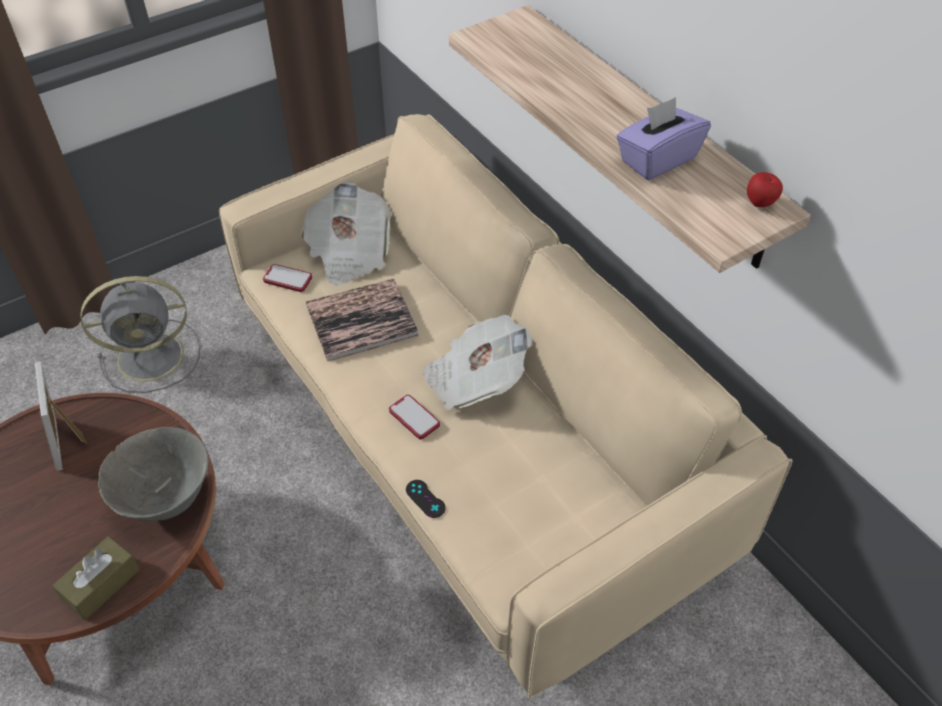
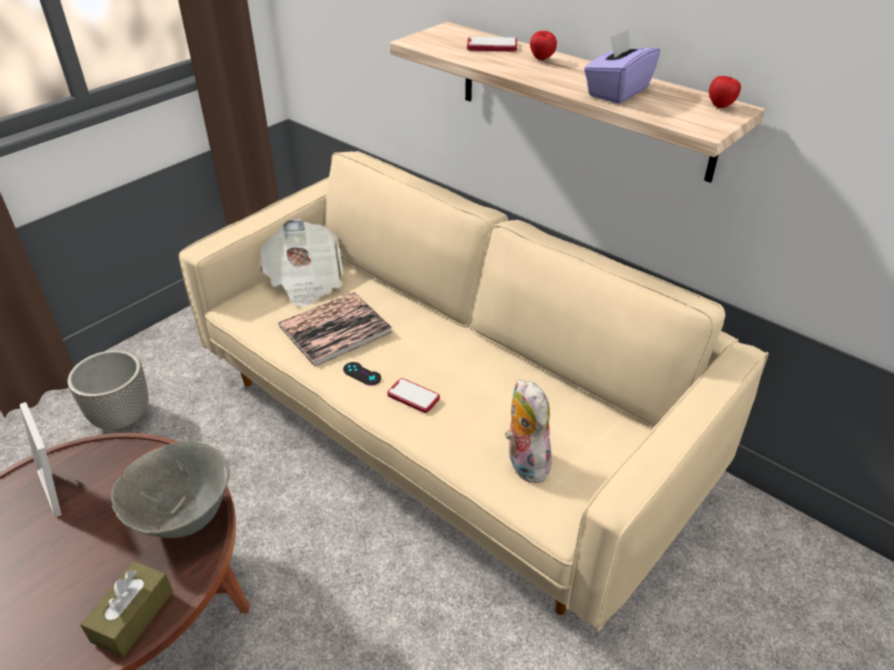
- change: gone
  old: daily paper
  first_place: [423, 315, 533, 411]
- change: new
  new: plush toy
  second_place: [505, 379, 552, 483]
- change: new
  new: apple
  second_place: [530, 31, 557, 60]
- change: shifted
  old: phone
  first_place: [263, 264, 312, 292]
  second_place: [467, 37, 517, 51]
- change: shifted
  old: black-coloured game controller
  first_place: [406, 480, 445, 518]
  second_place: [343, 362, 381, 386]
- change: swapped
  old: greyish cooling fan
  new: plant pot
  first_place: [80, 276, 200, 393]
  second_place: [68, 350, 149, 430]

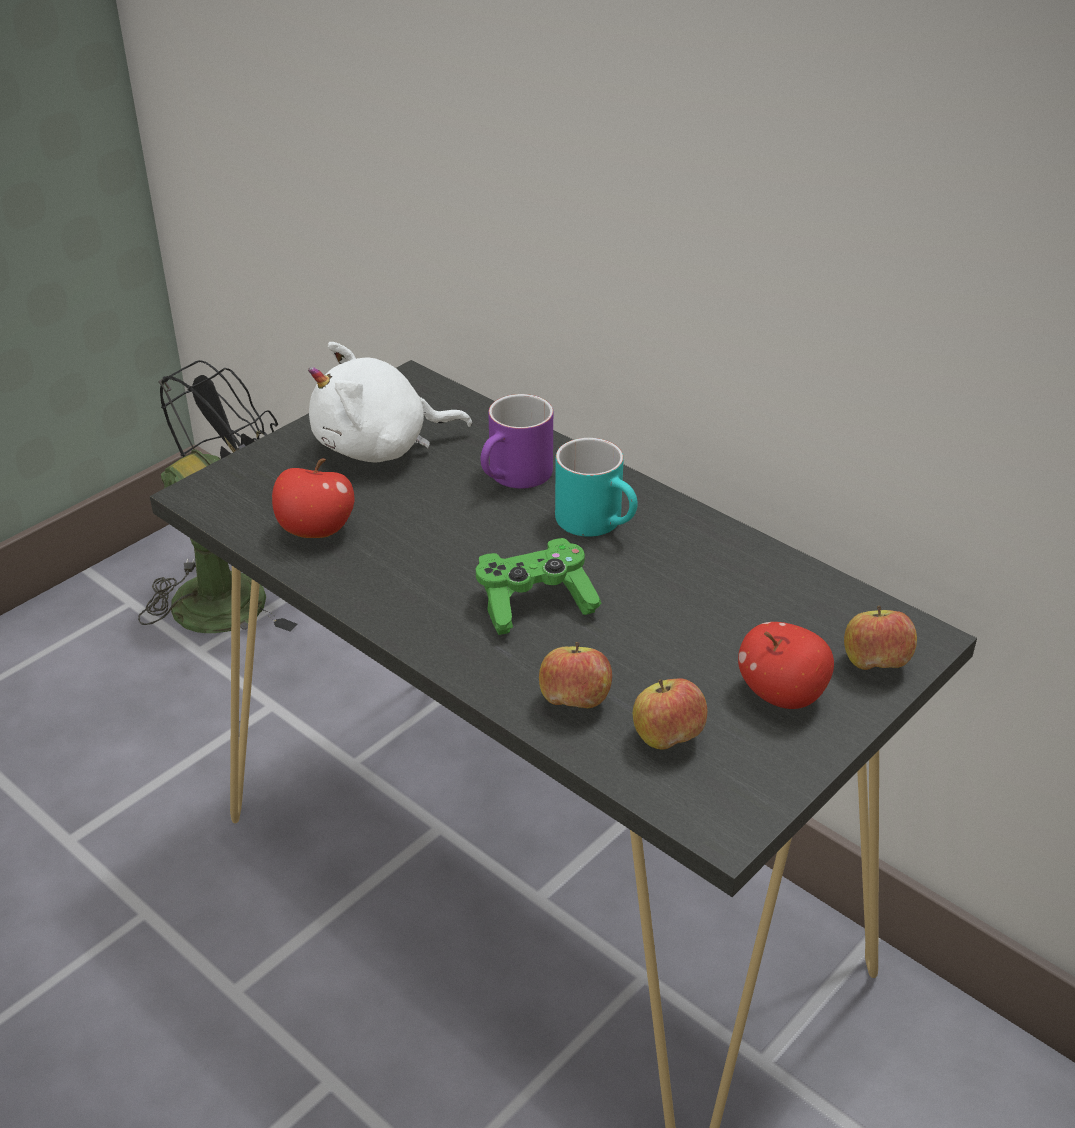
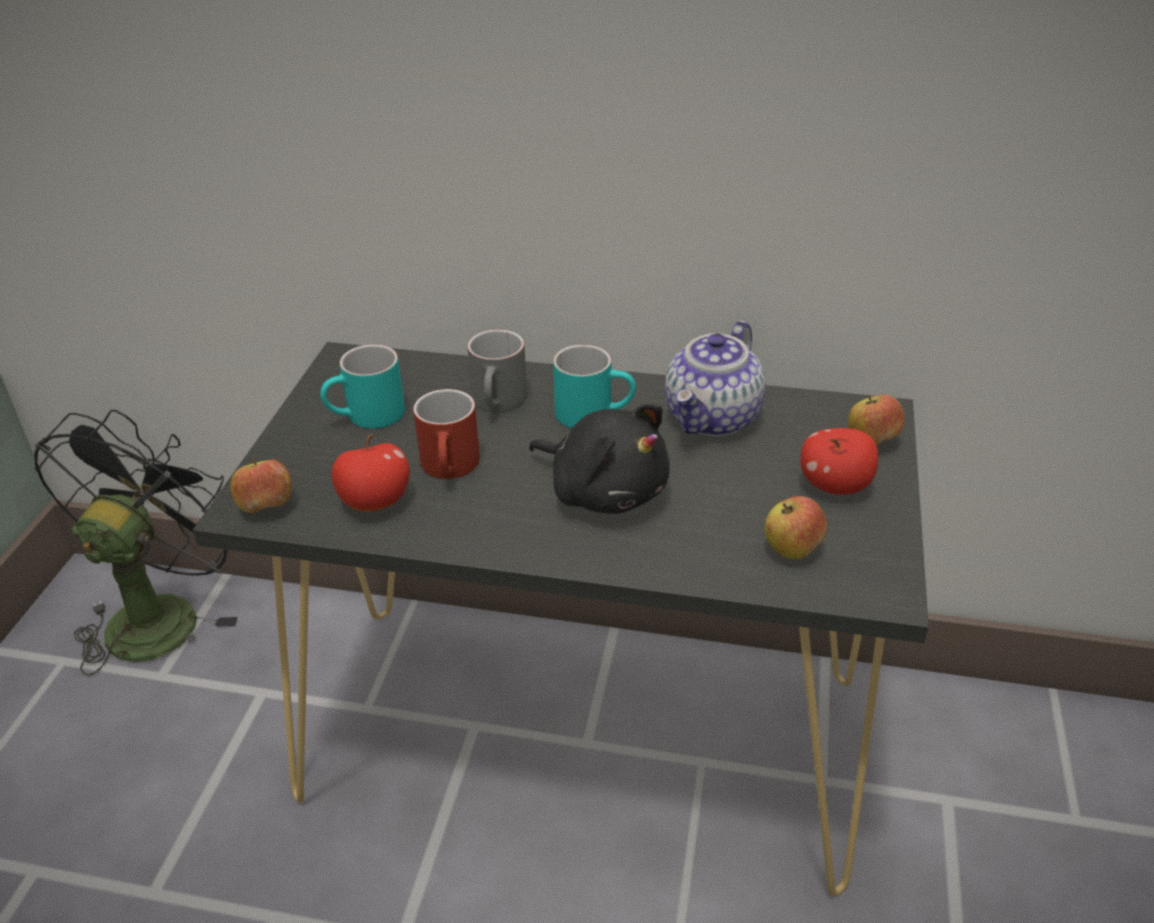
- change: new
  new: red coffee mug
  second_place: [413, 389, 480, 479]
- change: new
  new: teapot
  second_place: [665, 321, 765, 436]
- change: shifted
  old: apple
  first_place: [539, 642, 612, 708]
  second_place: [230, 458, 292, 513]
- change: swapped
  old: white plush toy
  new: turquoise coffee mug
  first_place: [308, 342, 472, 462]
  second_place: [320, 344, 405, 429]
- change: swapped
  old: green game controller
  new: black-coloured plush toy
  first_place: [476, 538, 601, 635]
  second_place: [529, 404, 670, 514]
- change: repainted
  old: purple coffee mug
  new: greyish coffee mug
  first_place: [480, 394, 553, 489]
  second_place: [467, 329, 527, 412]

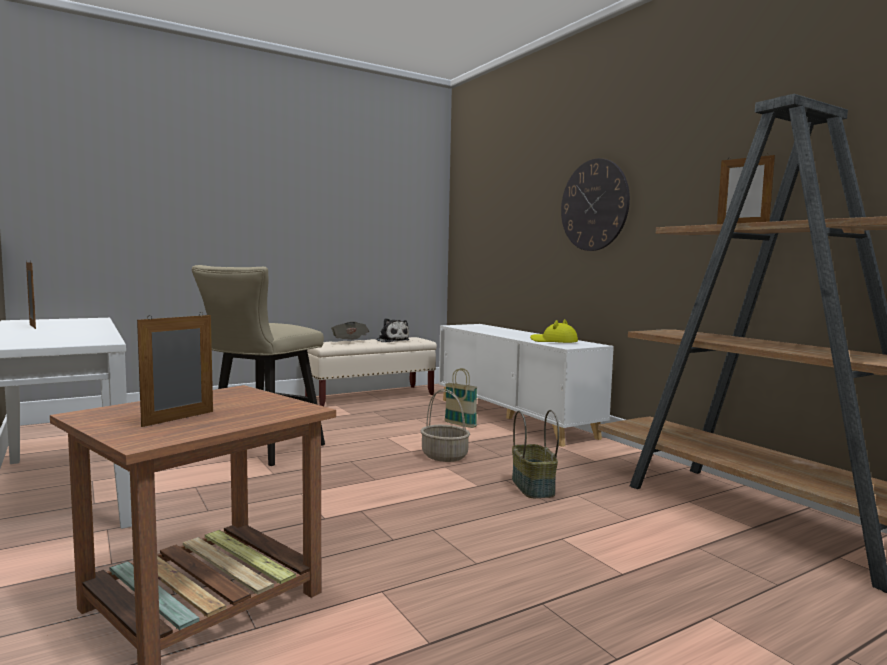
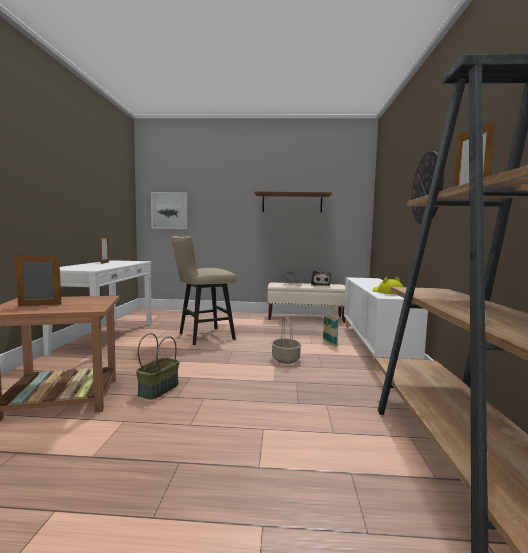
- change: new
  new: picture
  second_place: [151, 192, 187, 229]
- change: new
  new: brown shelf
  second_place: [255, 191, 332, 213]
- change: shifted
  old: basket
  first_place: [512, 410, 559, 498]
  second_place: [136, 333, 179, 400]

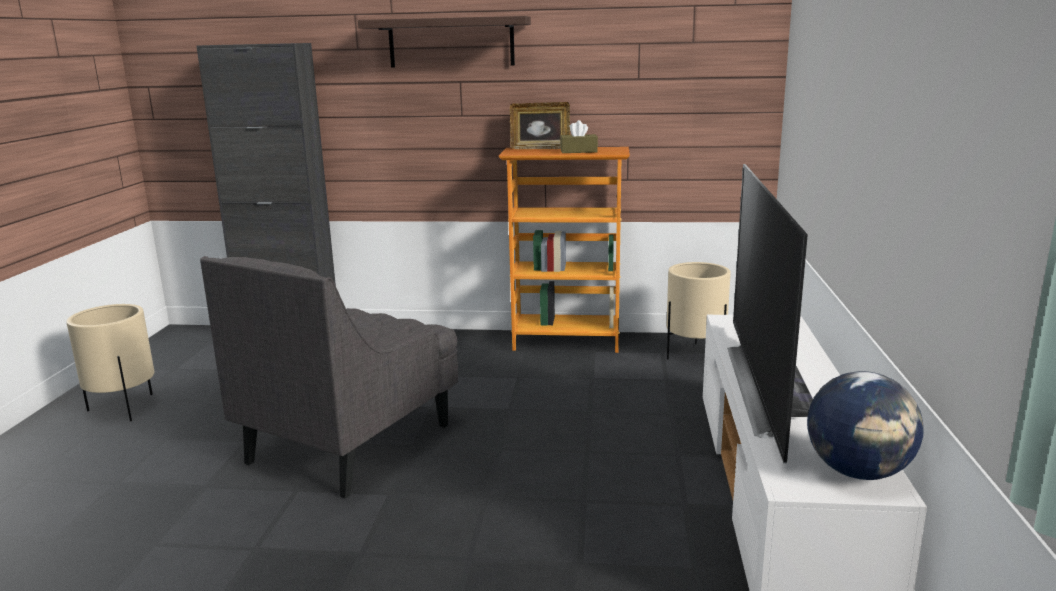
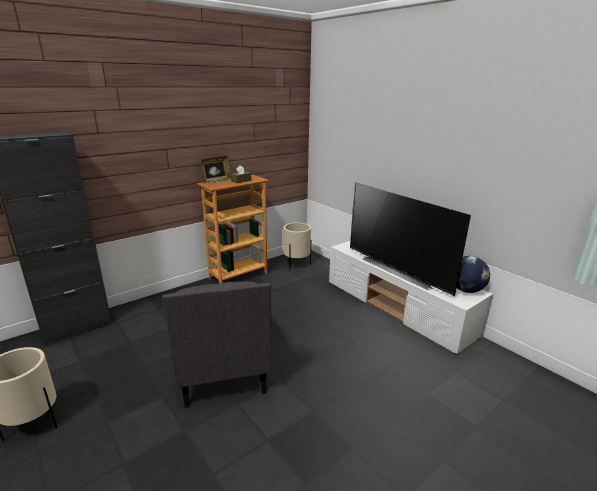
- change: gone
  old: shelf
  first_place: [358, 16, 531, 68]

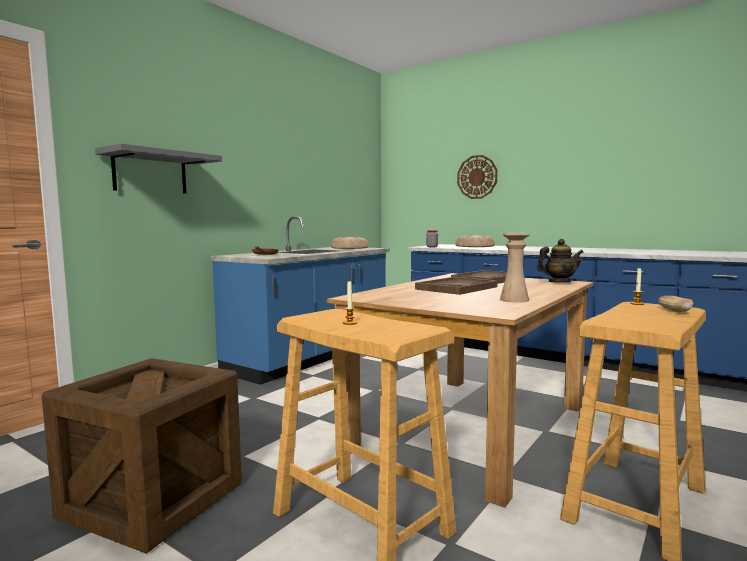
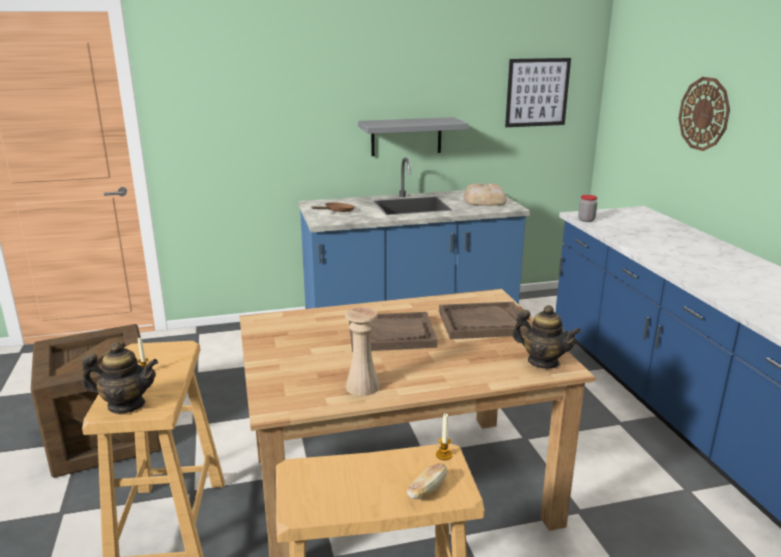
- change: gone
  old: bakery bread
  first_place: [455, 235, 495, 247]
- change: new
  new: teapot
  second_place: [82, 342, 158, 414]
- change: new
  new: picture
  second_place: [505, 58, 571, 127]
- change: shifted
  old: greyish shelf
  first_place: [95, 143, 222, 194]
  second_place: [358, 117, 469, 156]

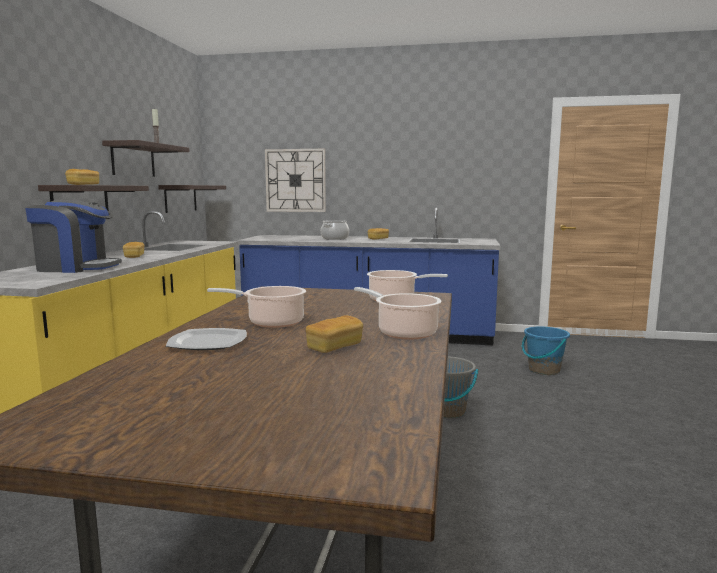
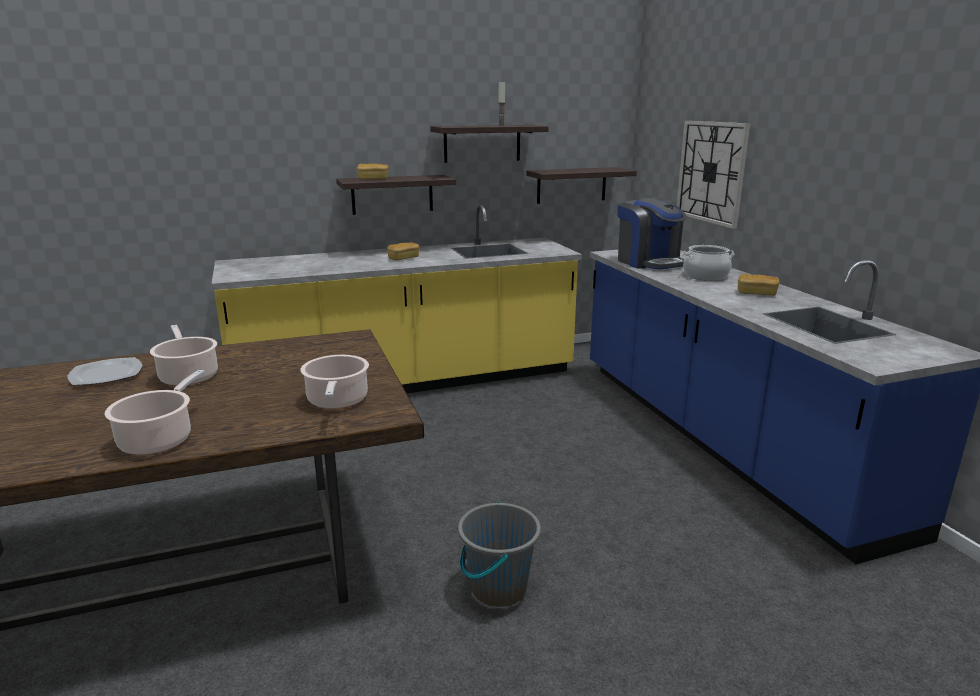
- change: gone
  old: bakery bread
  first_place: [306, 315, 363, 353]
- change: gone
  old: blue pail
  first_place: [522, 327, 570, 375]
- change: shifted
  old: coffee maker
  first_place: [25, 200, 122, 273]
  second_place: [618, 198, 687, 270]

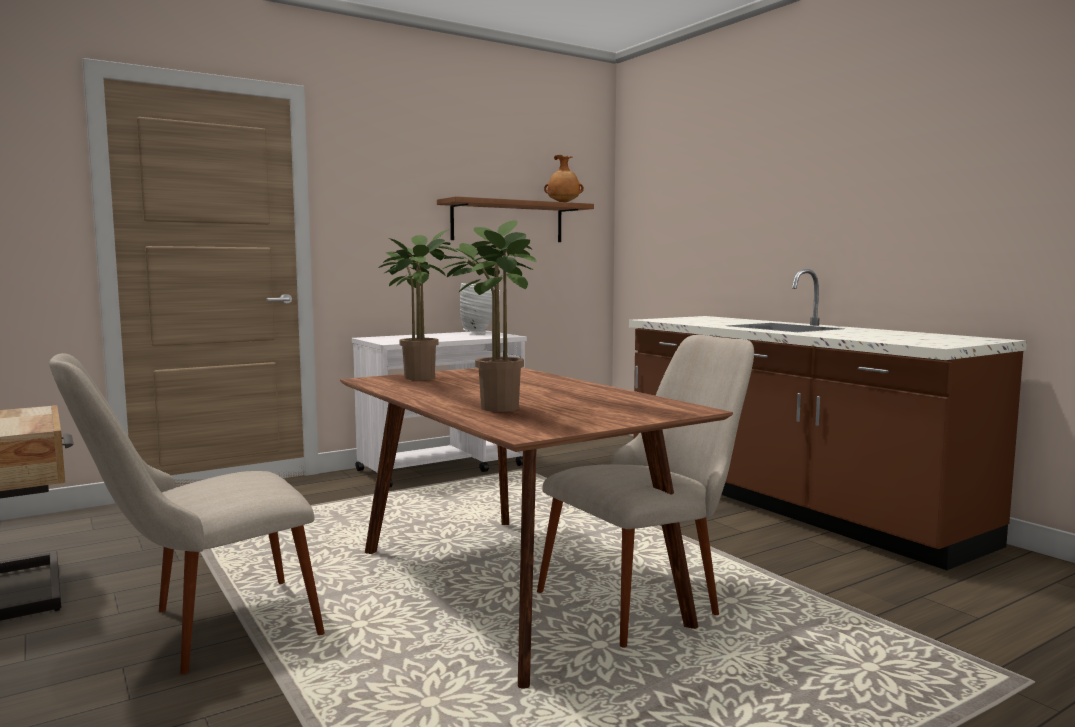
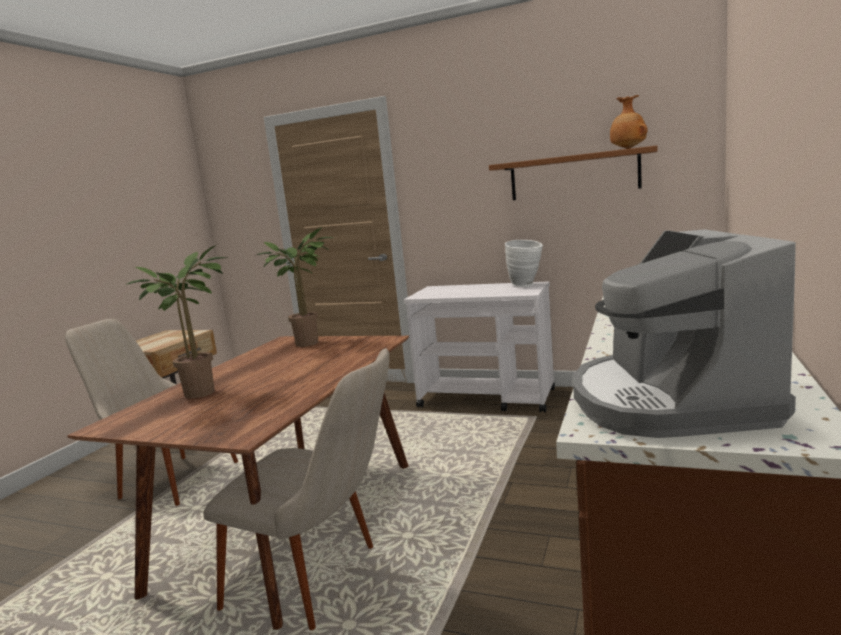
- change: new
  new: coffee maker
  second_place: [573, 229, 796, 438]

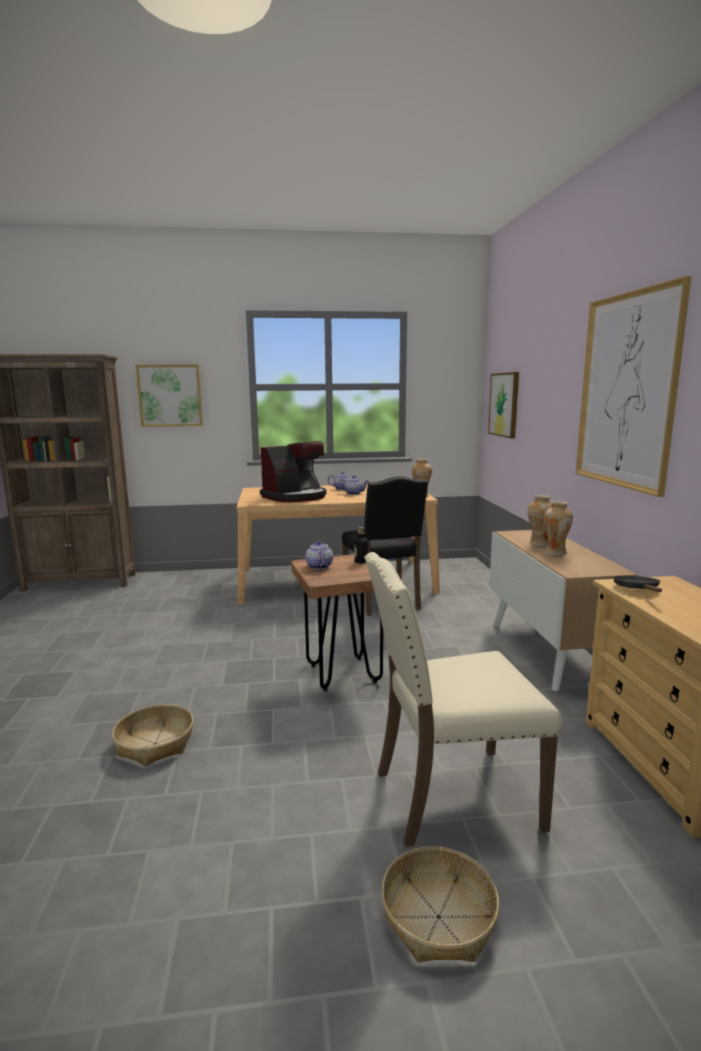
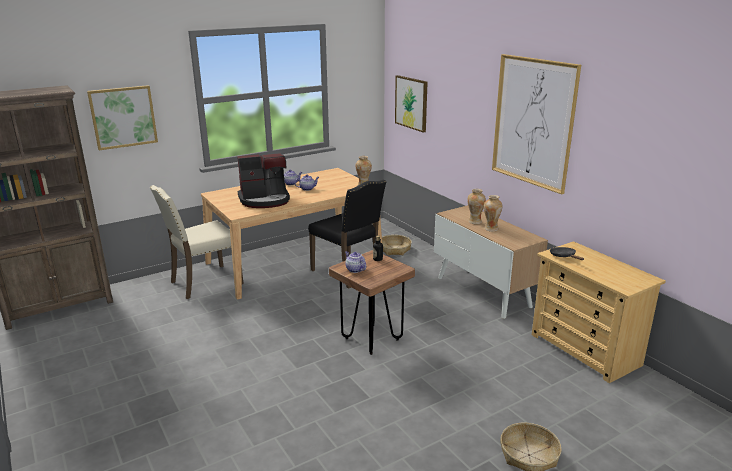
- change: shifted
  old: basket
  first_place: [112, 704, 194, 766]
  second_place: [382, 235, 412, 255]
- change: shifted
  old: beige plain chair
  first_place: [364, 552, 562, 847]
  second_place: [150, 185, 244, 299]
- change: rotated
  old: coffee maker
  first_place: [260, 441, 327, 502]
  second_place: [237, 153, 290, 208]
  degrees: 45

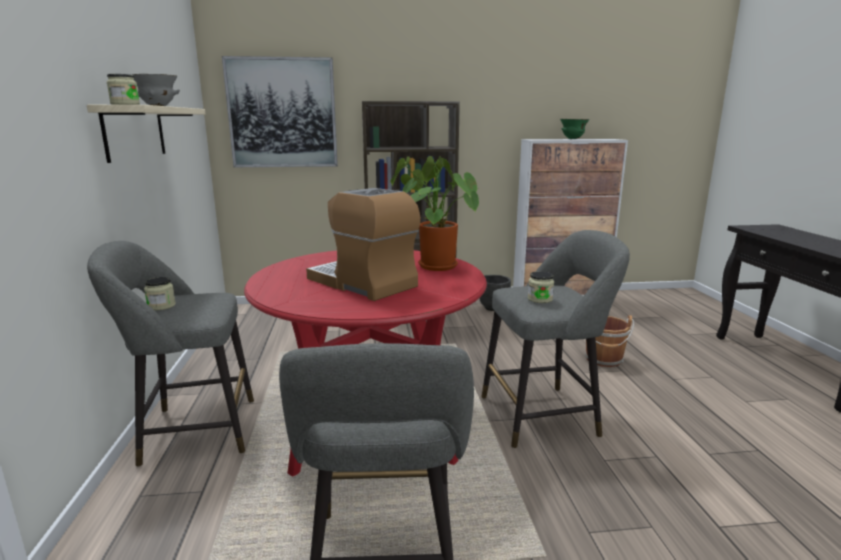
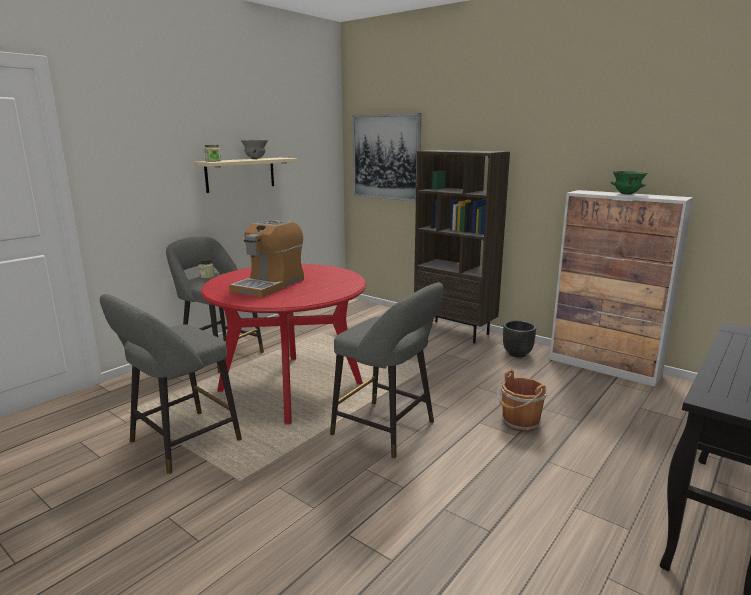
- change: gone
  old: houseplant
  first_place: [391, 156, 479, 271]
- change: gone
  old: storage jar
  first_place: [528, 271, 554, 303]
- change: rotated
  old: coffee maker
  first_place: [306, 188, 421, 301]
  second_place: [229, 220, 304, 298]
  degrees: -150

